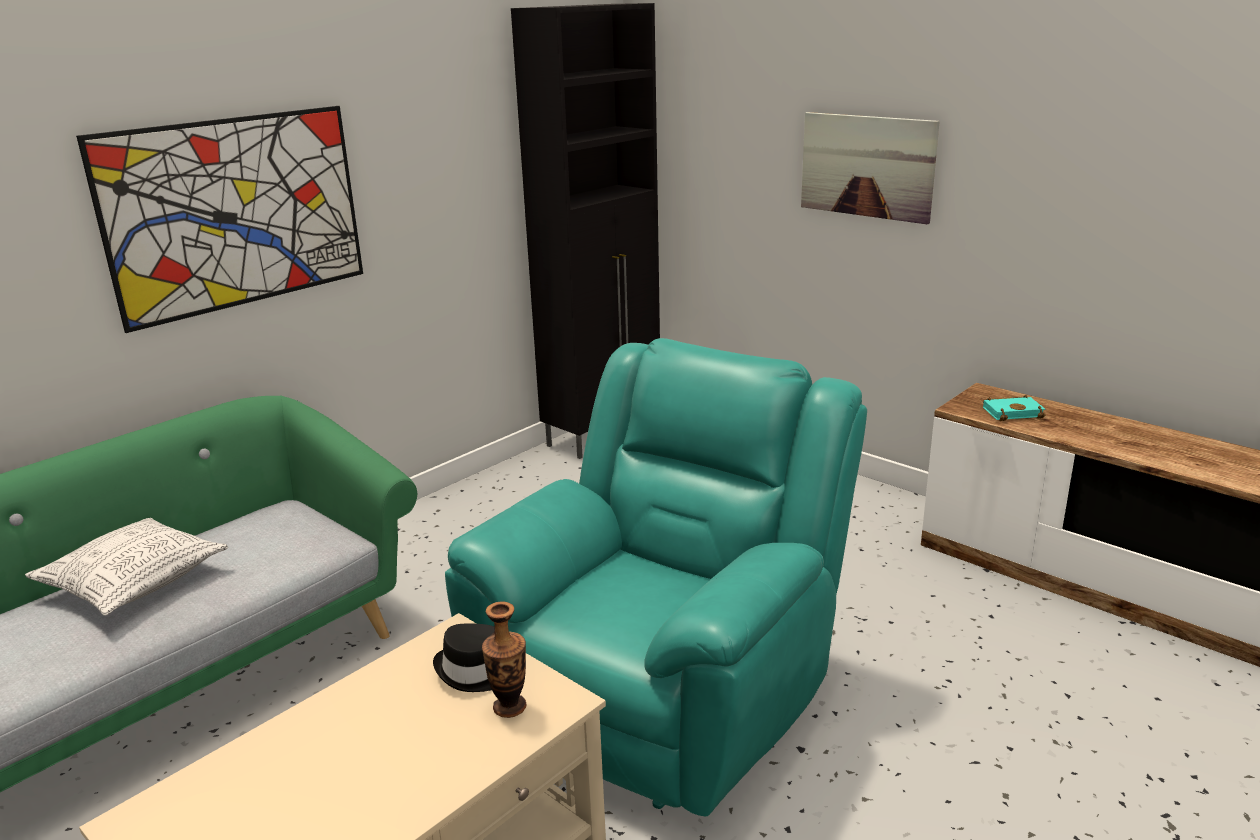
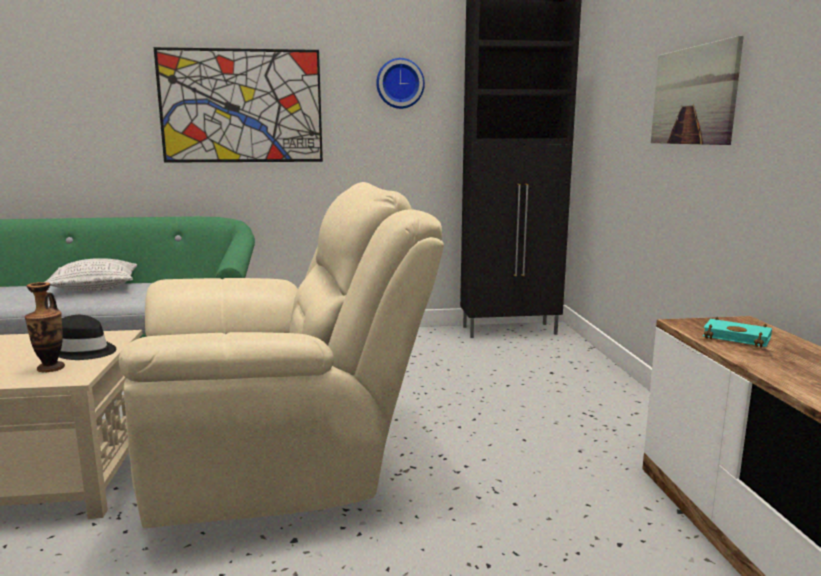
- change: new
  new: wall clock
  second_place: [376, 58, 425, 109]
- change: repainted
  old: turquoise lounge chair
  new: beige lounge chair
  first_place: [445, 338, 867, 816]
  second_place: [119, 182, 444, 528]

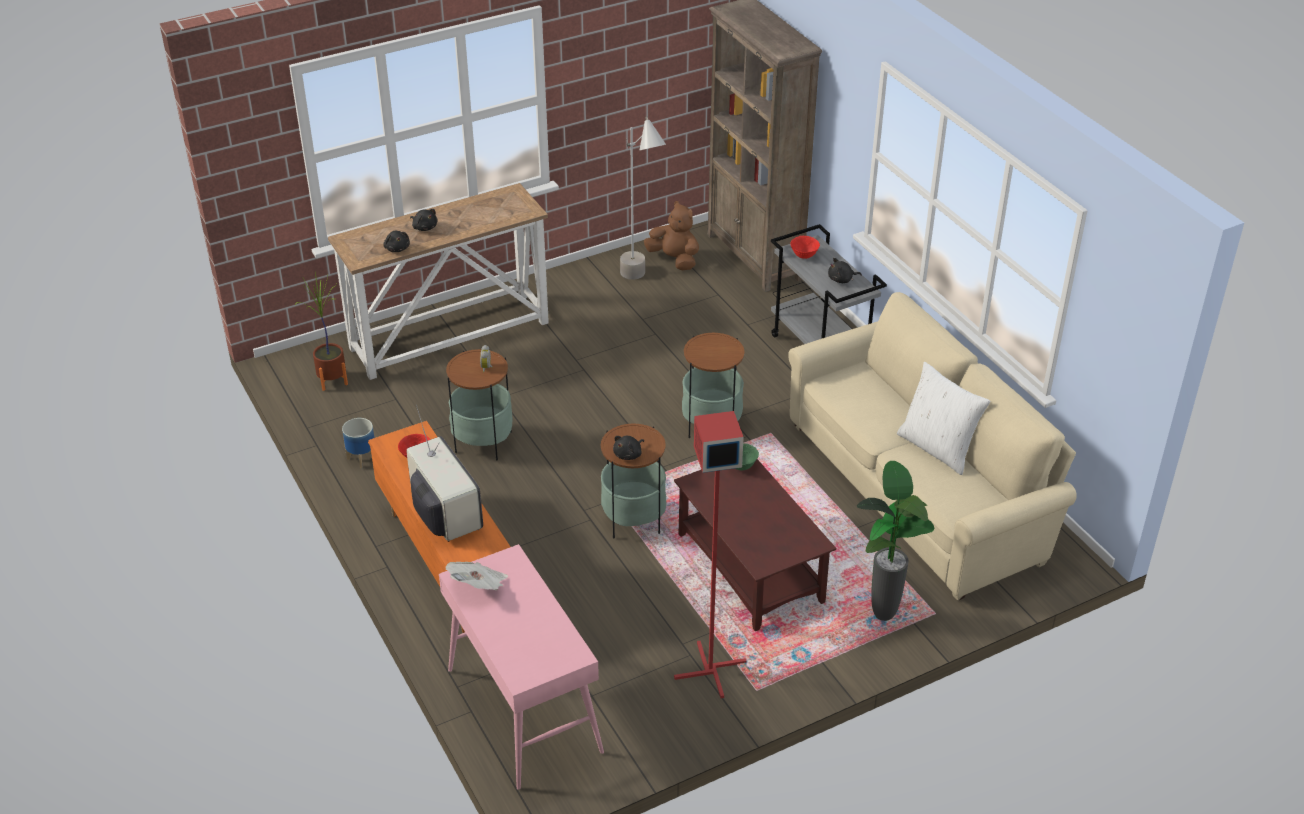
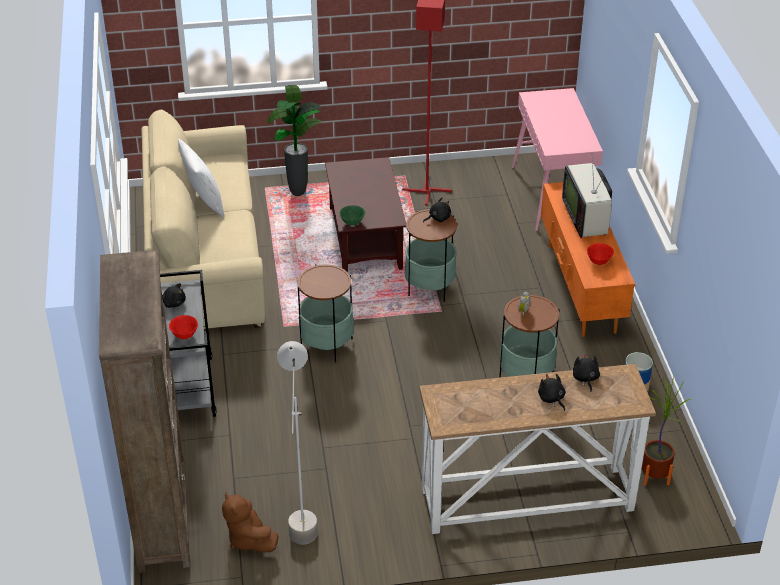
- change: gone
  old: daily paper
  first_place: [445, 562, 508, 590]

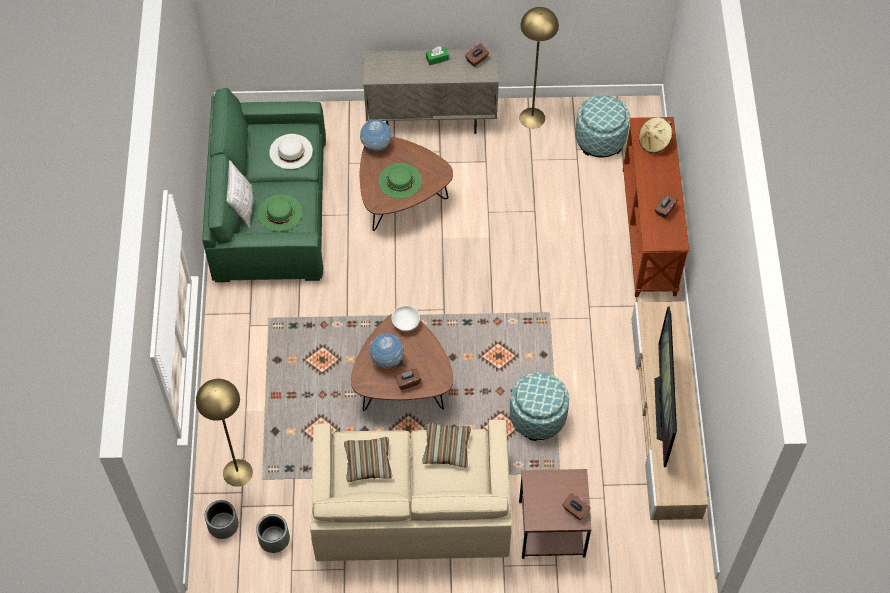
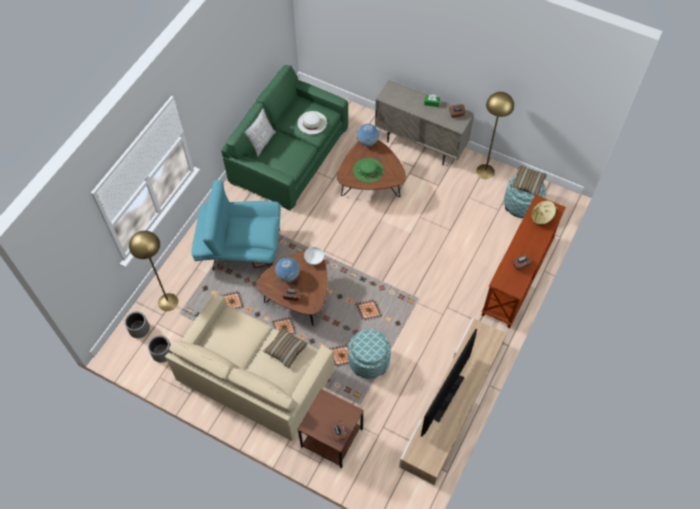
- change: gone
  old: green hat
  first_place: [258, 194, 302, 231]
- change: new
  new: turquoise lounge chair
  second_place: [191, 180, 281, 270]
- change: shifted
  old: throw pillow
  first_place: [344, 437, 393, 482]
  second_place: [511, 166, 547, 196]

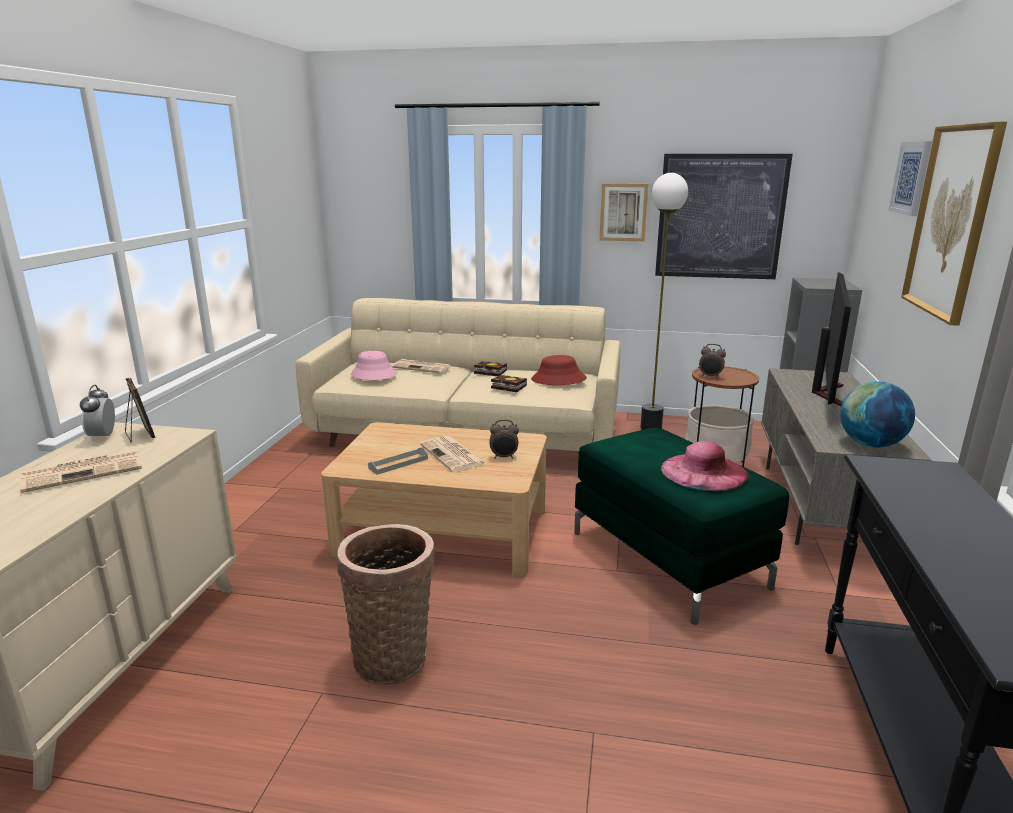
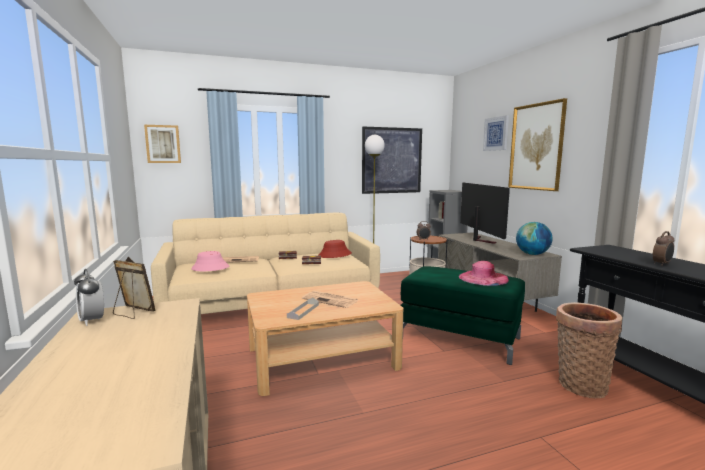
- change: gone
  old: daily paper
  first_place: [20, 450, 142, 493]
- change: shifted
  old: basket
  first_place: [337, 524, 435, 685]
  second_place: [556, 302, 622, 398]
- change: shifted
  old: alarm clock
  first_place: [489, 419, 519, 459]
  second_place: [653, 231, 674, 266]
- change: shifted
  old: picture
  first_place: [599, 183, 648, 241]
  second_place: [144, 125, 181, 163]

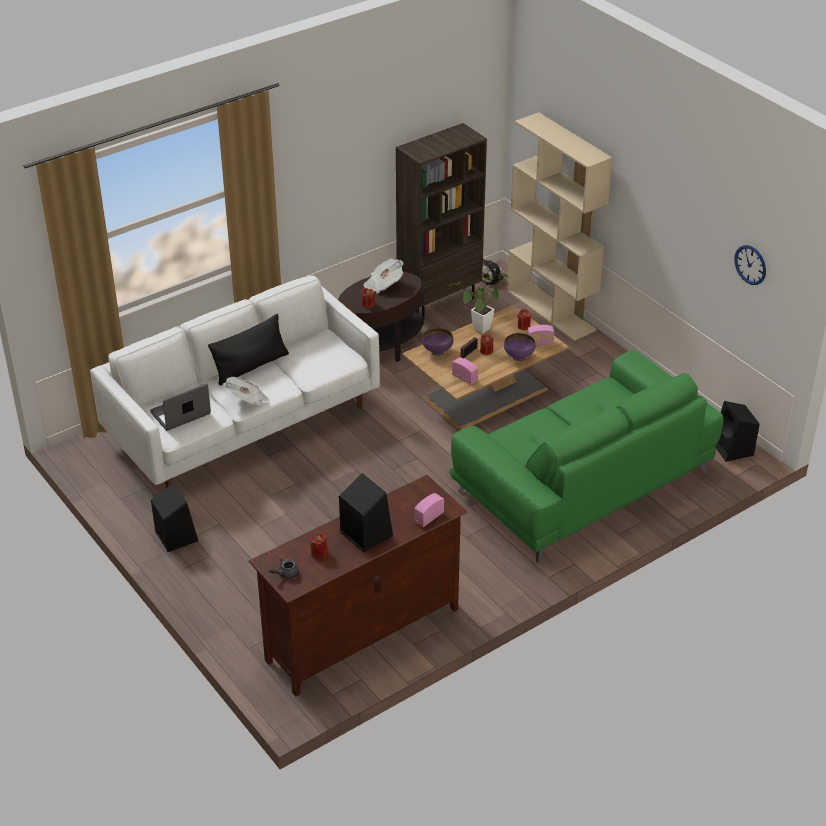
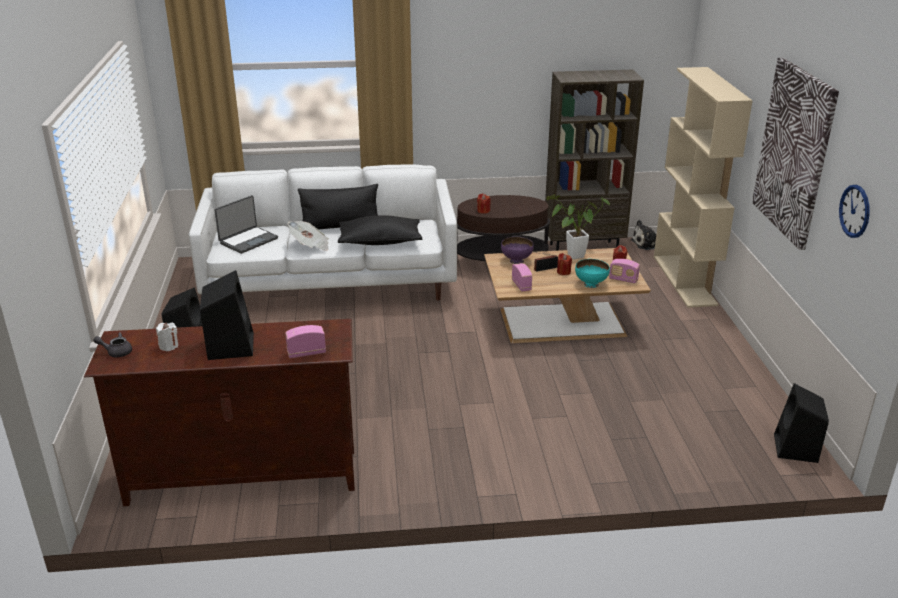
- change: gone
  old: daily paper
  first_place: [363, 258, 404, 293]
- change: gone
  old: green sofa
  first_place: [449, 350, 723, 564]
- change: new
  new: black-coloured throw pillow
  second_place: [338, 215, 422, 245]
- change: new
  new: picture
  second_place: [752, 58, 839, 250]
- change: repainted
  old: red candle
  new: white candle
  first_place: [311, 533, 327, 558]
  second_place: [156, 323, 178, 351]
- change: repainted
  old: purple deep dish
  new: turquoise deep dish
  first_place: [504, 333, 536, 361]
  second_place: [575, 259, 610, 288]
- change: rotated
  old: laptop
  first_place: [150, 383, 211, 431]
  second_place: [214, 195, 278, 254]
  degrees: 135

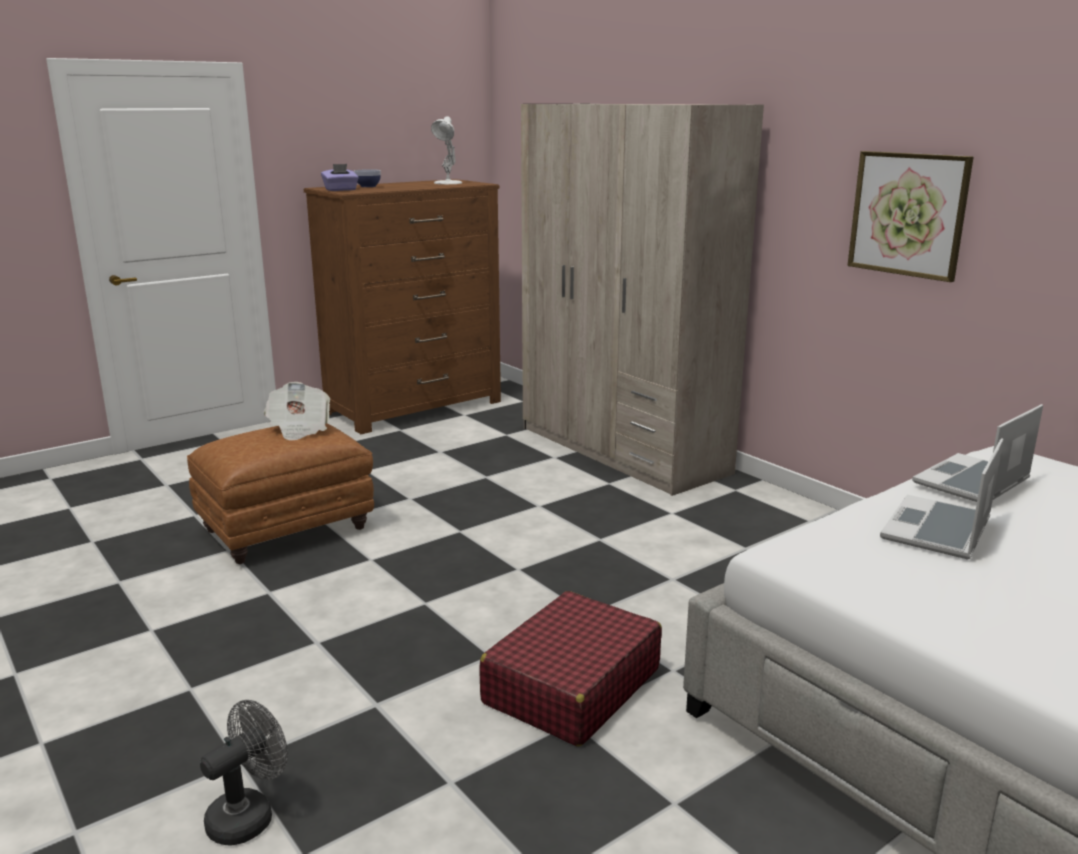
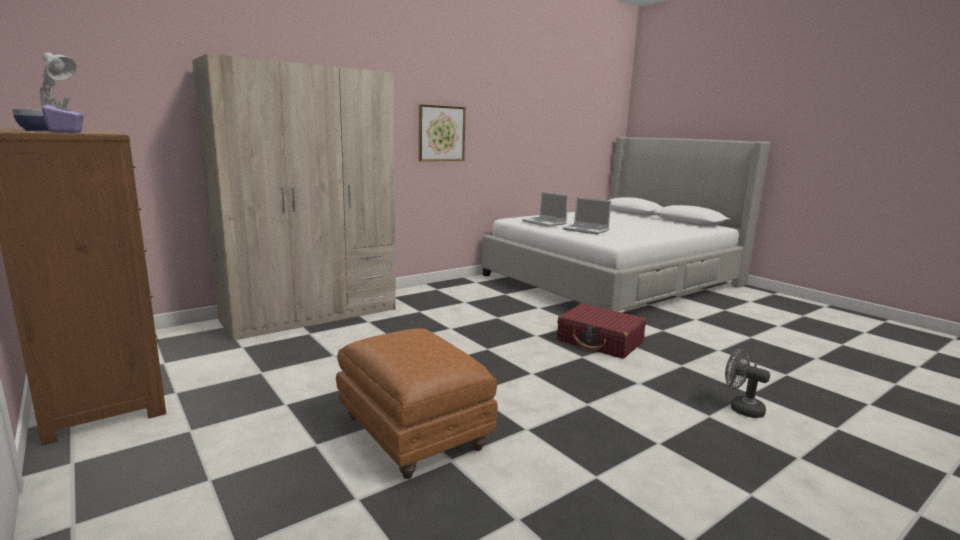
- change: gone
  old: daily paper
  first_place: [264, 382, 330, 441]

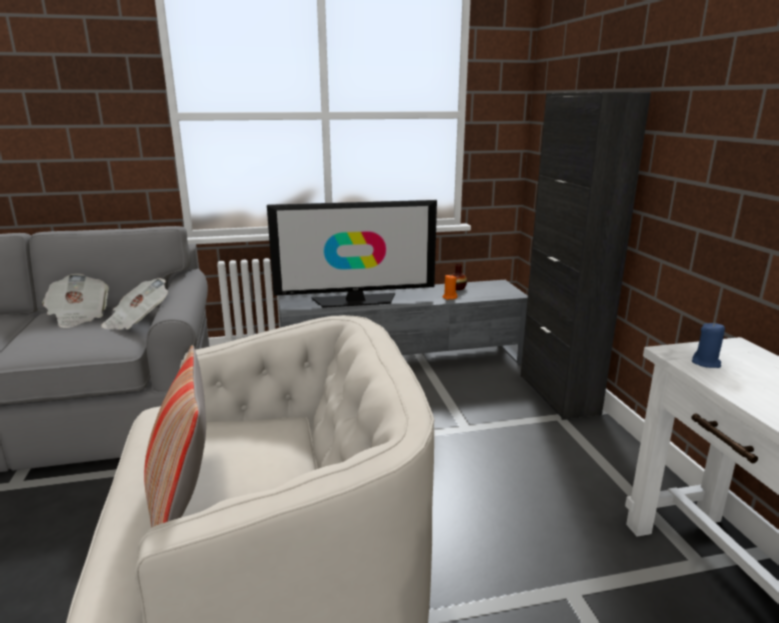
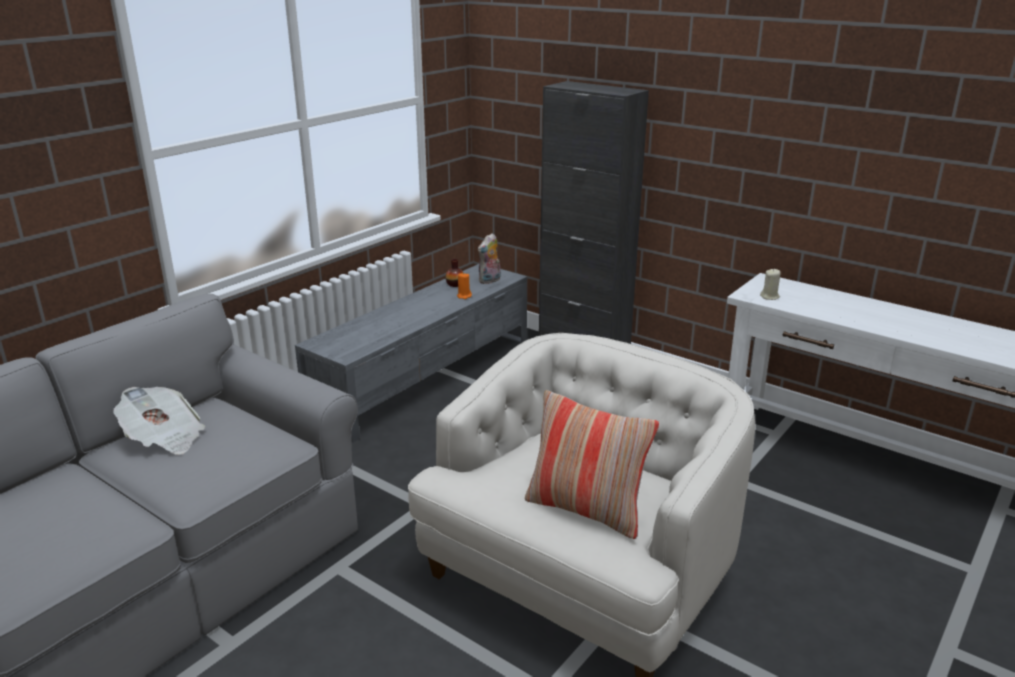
- change: gone
  old: daily paper
  first_place: [101, 278, 168, 330]
- change: gone
  old: TV
  first_place: [267, 200, 437, 308]
- change: new
  new: plush toy
  second_place: [478, 233, 501, 284]
- change: repainted
  old: blue candle
  new: beige candle
  first_place: [692, 322, 725, 368]
  second_place: [760, 269, 781, 300]

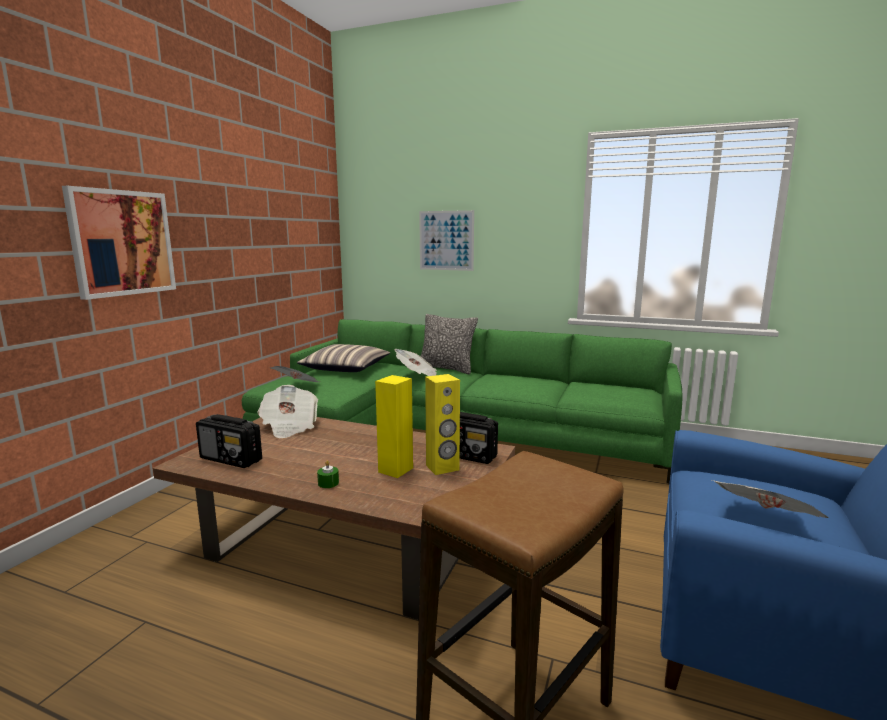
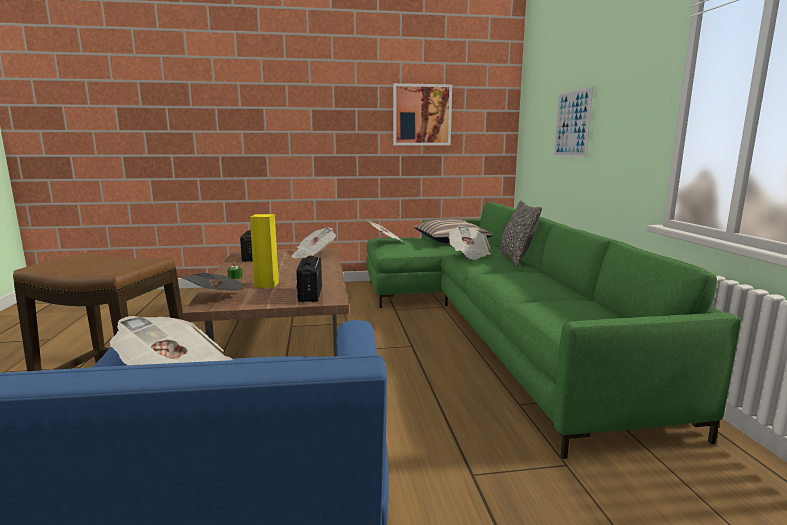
- change: gone
  old: yellowish audio speaker
  first_place: [425, 374, 460, 475]
- change: new
  new: daily paper
  second_place: [182, 273, 246, 291]
- change: shifted
  old: picture
  first_place: [62, 186, 176, 300]
  second_place: [393, 83, 452, 145]

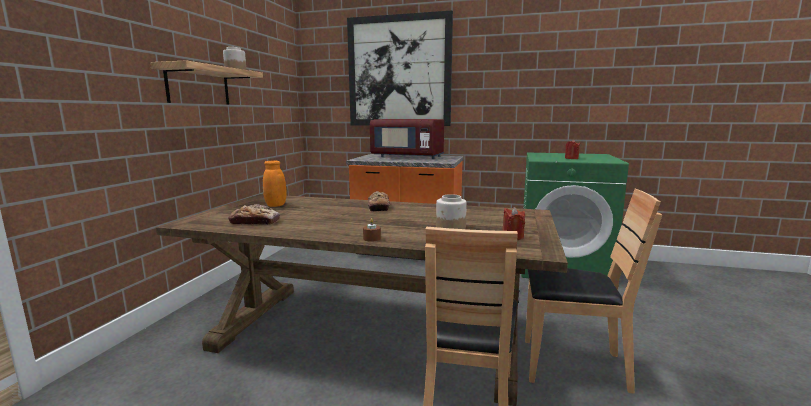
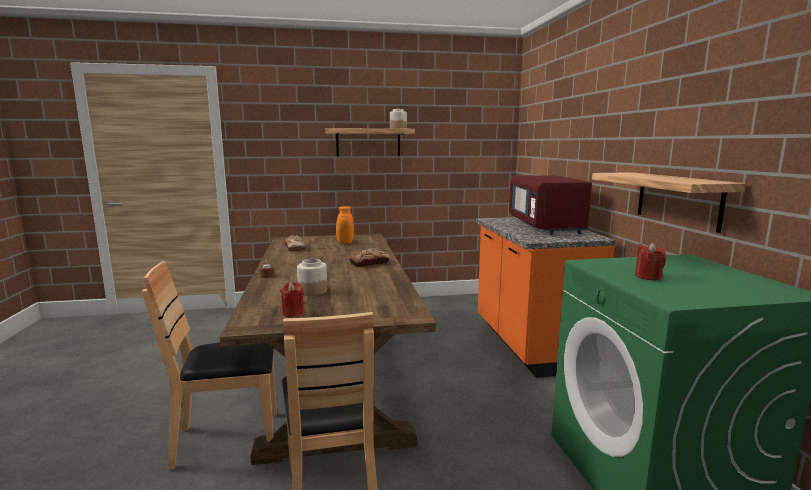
- change: gone
  old: picture
  first_place: [347, 10, 453, 126]
- change: new
  new: shelf
  second_place: [592, 172, 746, 233]

